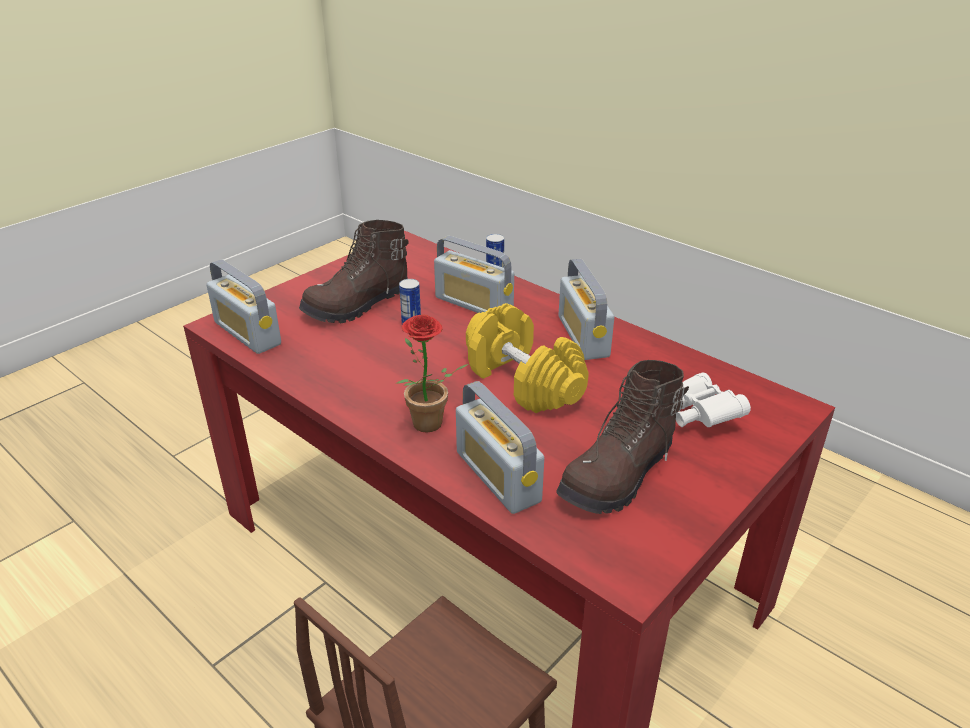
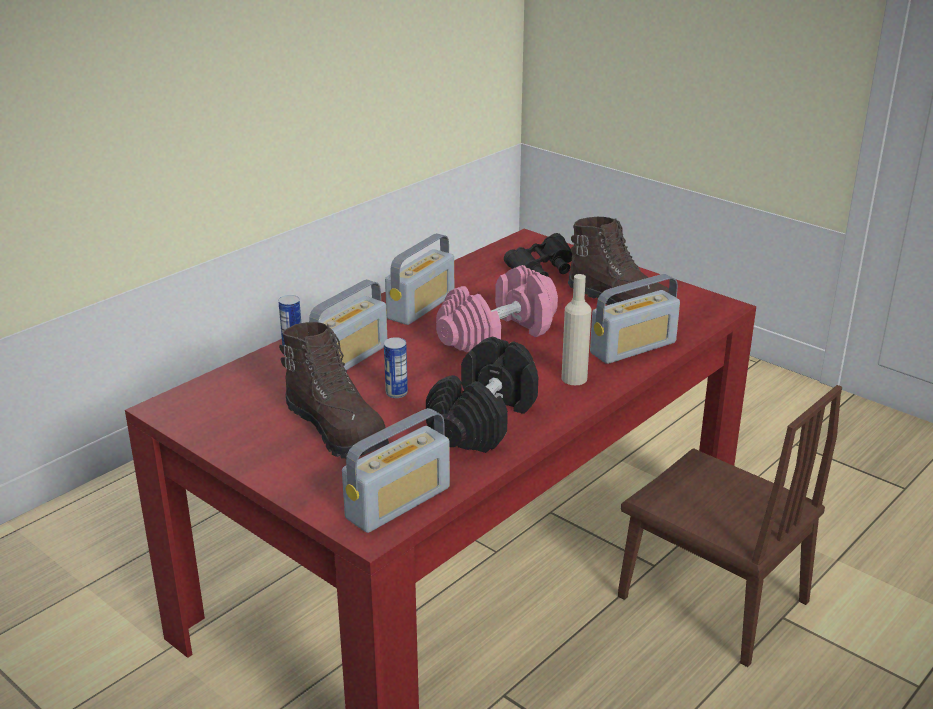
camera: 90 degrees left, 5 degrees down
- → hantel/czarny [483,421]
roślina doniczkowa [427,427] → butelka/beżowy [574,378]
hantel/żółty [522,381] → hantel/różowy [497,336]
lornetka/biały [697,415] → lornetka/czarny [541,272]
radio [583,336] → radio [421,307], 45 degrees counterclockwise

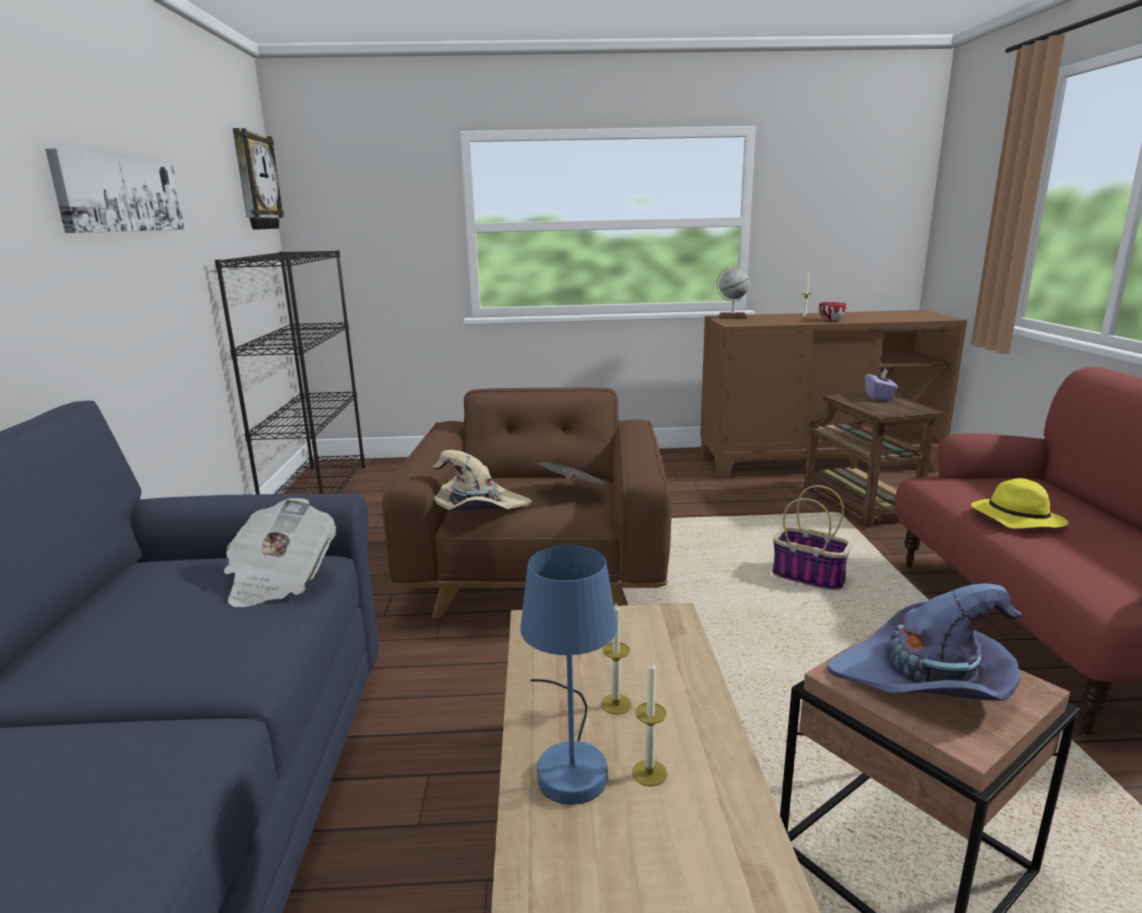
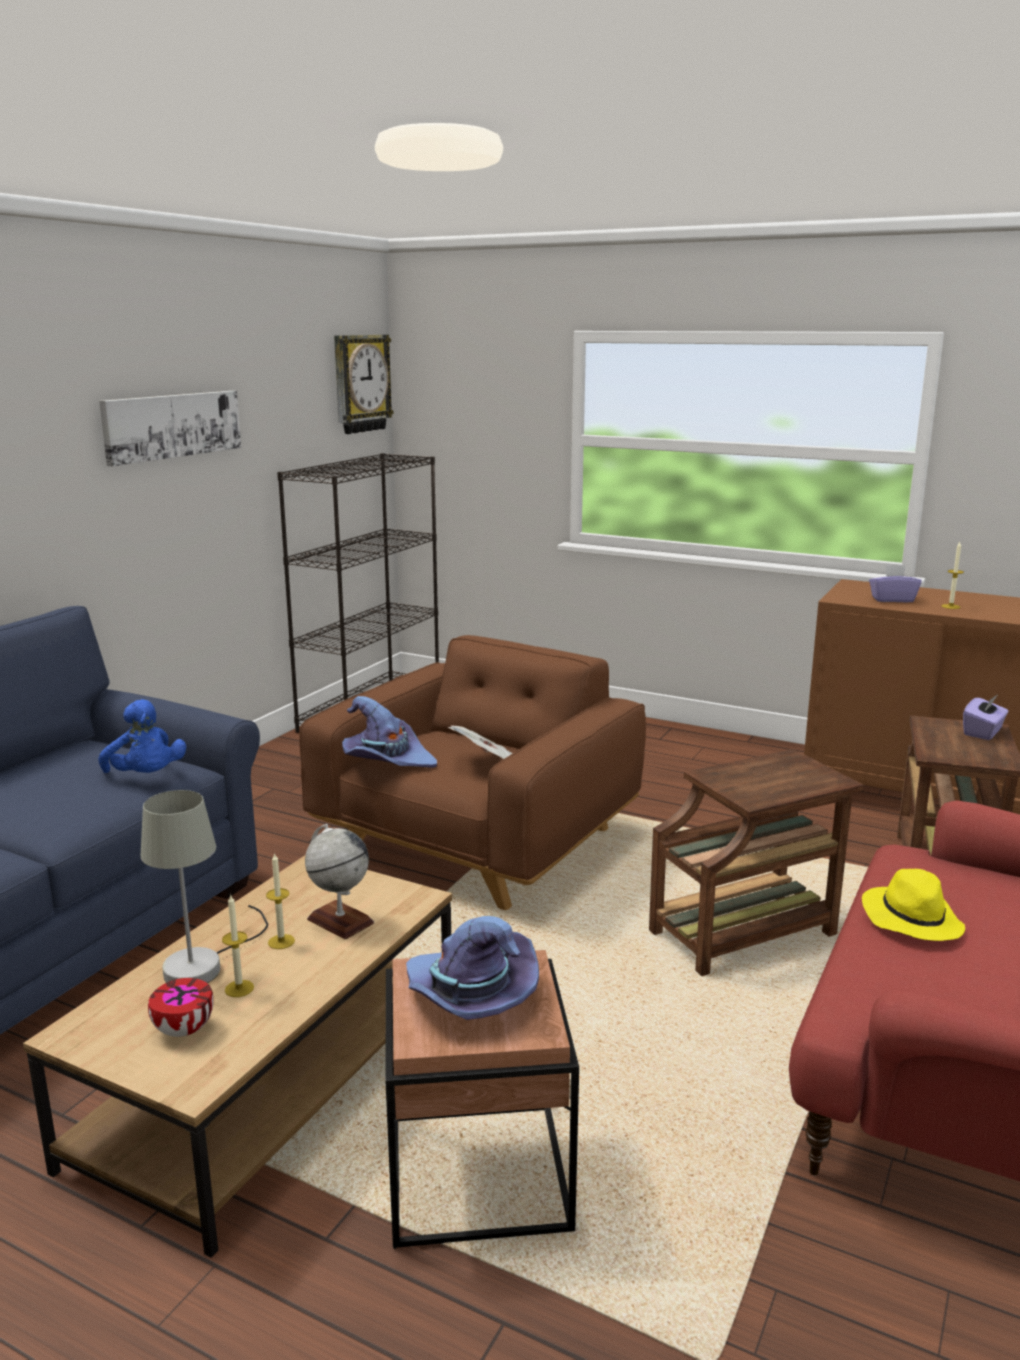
camera: 30 degrees right, 0 degrees up
- → pudełko chusteczek/fioletowy [892,599]
globus [732,317] → globus [340,921], shifted
miska [831,320] → miska [182,1030], shifted
gazeta [280,579] → pluszak/niebieski [146,777]
koszyk [809,577] → stolik/brązowy [747,932]
kapelusz/beżowy [478,508] → kapelusz/fioletowy [387,759]
lampa stołowa/niebieski [571,760] → lampa stołowa/szary [205,963]

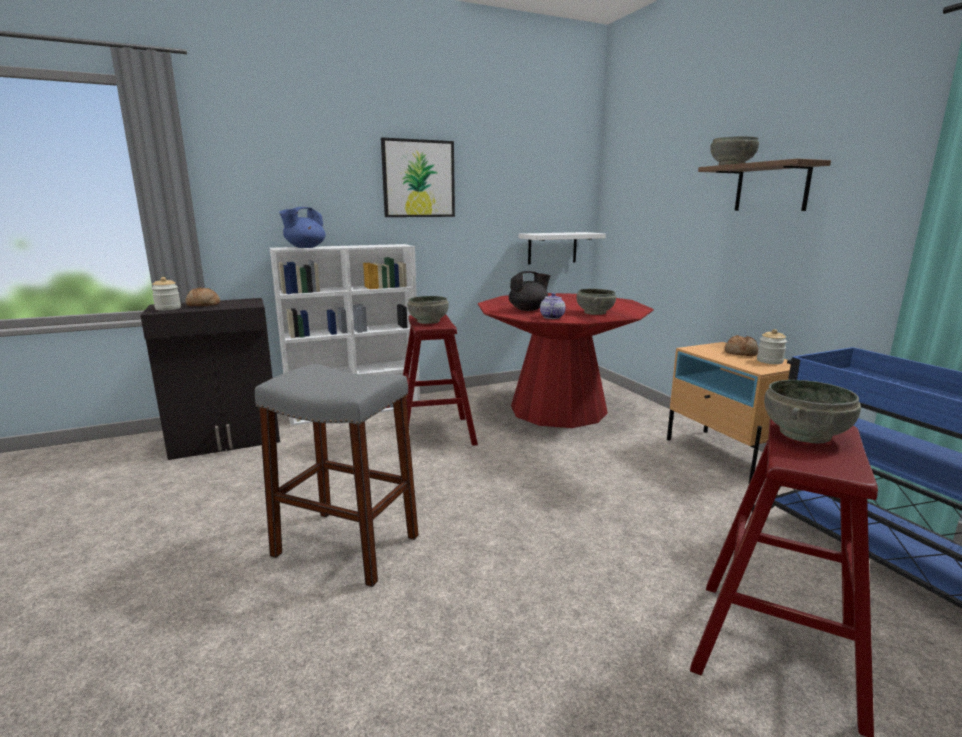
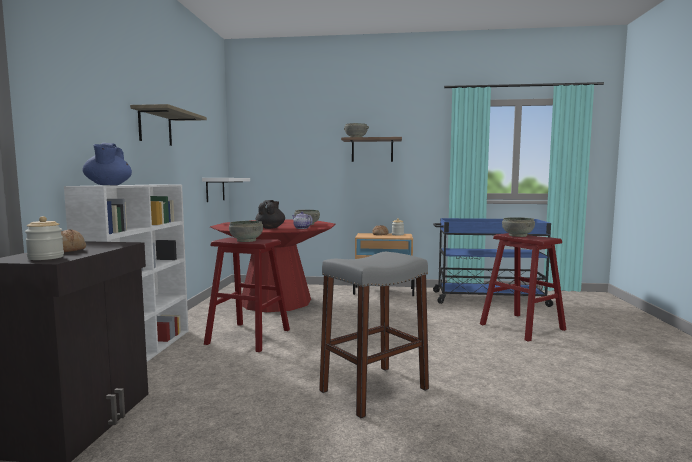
camera: 60 degrees left, 10 degrees down
obraz [418,179] → półka [155,127]

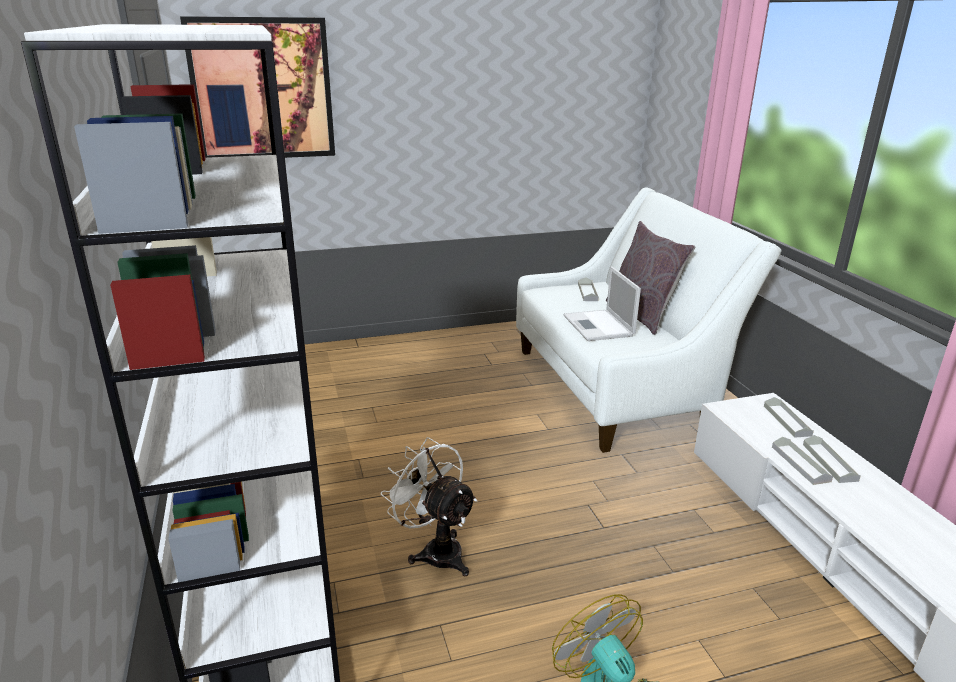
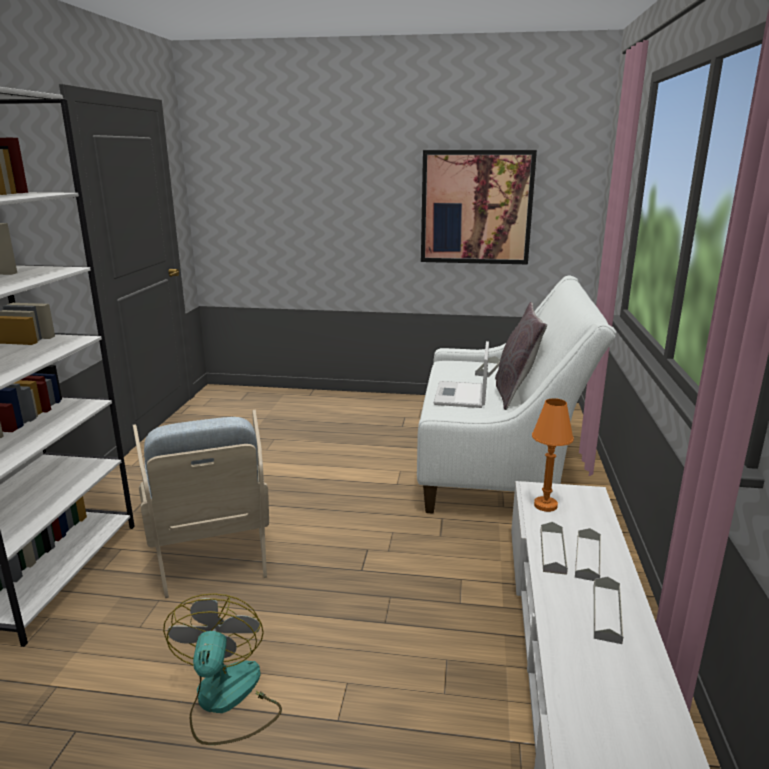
camera: 25 degrees right, 5 degrees down
- → lampa stołowa/pomarańczowy [545,505]
obraz [262,89] → obraz [476,207], shifted
taca/szary [787,420] → taca/szary [607,613], shifted
wentylator/biały [435,550] → fotel/beżowy [211,549]

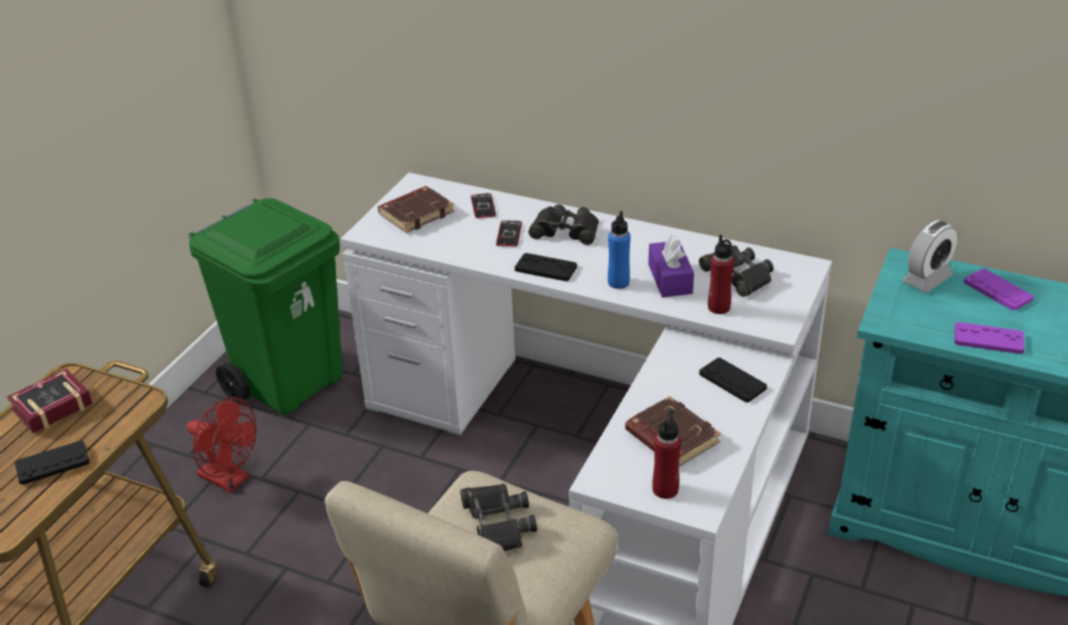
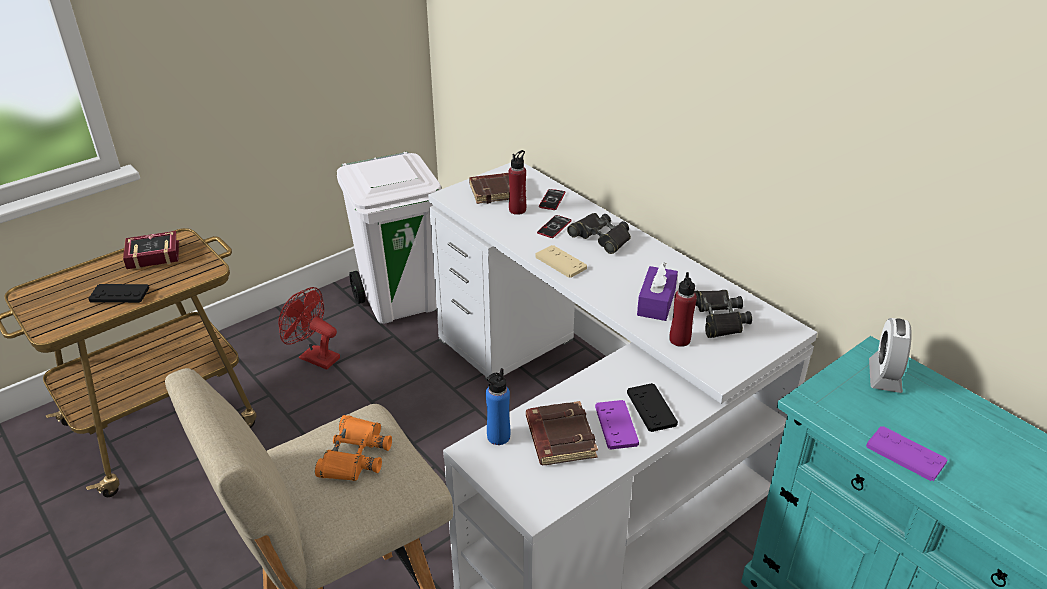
camera: 25 degrees right, 0 degrees up
butelka/niebieski [618,282] → butelka/niebieski [498,436], shifted
butelka/czerwony [665,489] → butelka/czerwony [517,210], shifted
pad do gier/fioletowy [997,291] → pad do gier/fioletowy [616,425], shifted
kosz na śmieci/zielony [290,383] → kosz na śmieci/biały [401,301]
lornetka/czarny [496,525] → lornetka/pomarańczowy [355,455]
pad do gier/czarny [545,268] → pad do gier/beżowy [560,262]
wentylator/czerwony [230,479] → wentylator/czerwony [314,357], 150 degrees clockwise
budzik [927,279] → budzik [884,376], 120 degrees clockwise

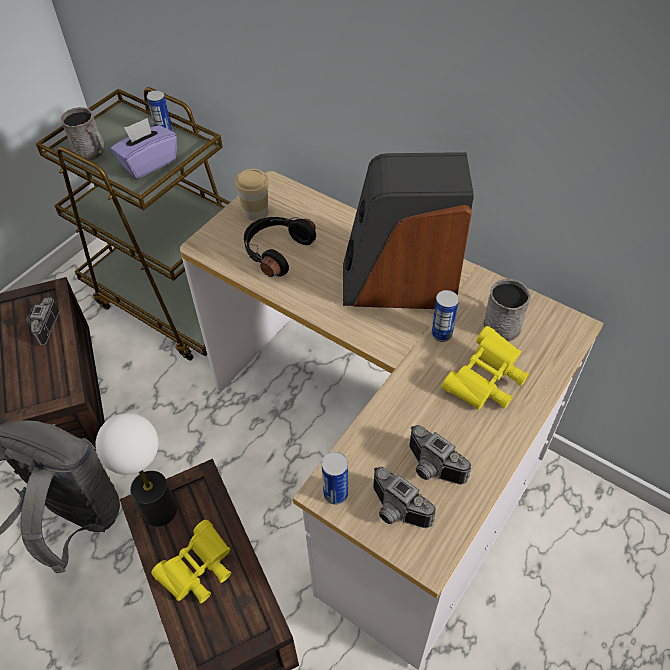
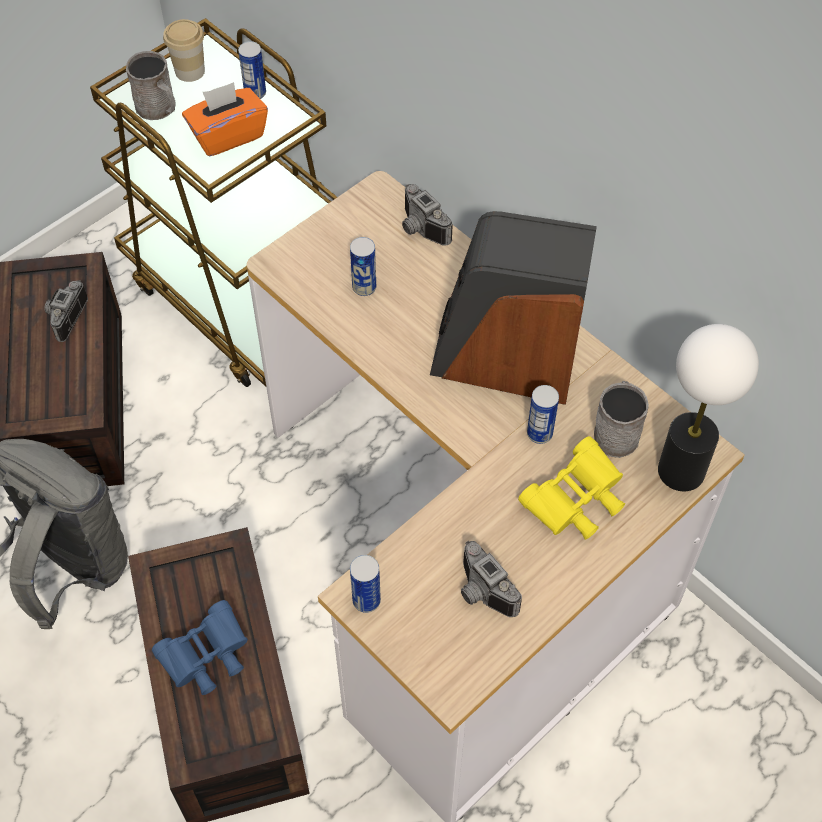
camera: 10 degrees right, 5 degrees up
lampa stołowa [159,510] → lampa stołowa [680,471], shifted
filiżanka [256,212] → filiżanka [190,71], shifted
aparat fotograficzny [395,512] → aparat fotograficzny [419,229], shifted
słuchawki/czarny [276,251] → puszka [364,287]
pudełko chusteczek/fioletowy [148,163] → pudełko chusteczek/pomarańczowy [228,135]
lornetka/żółty [198,571] → lornetka/niebieski [206,658]

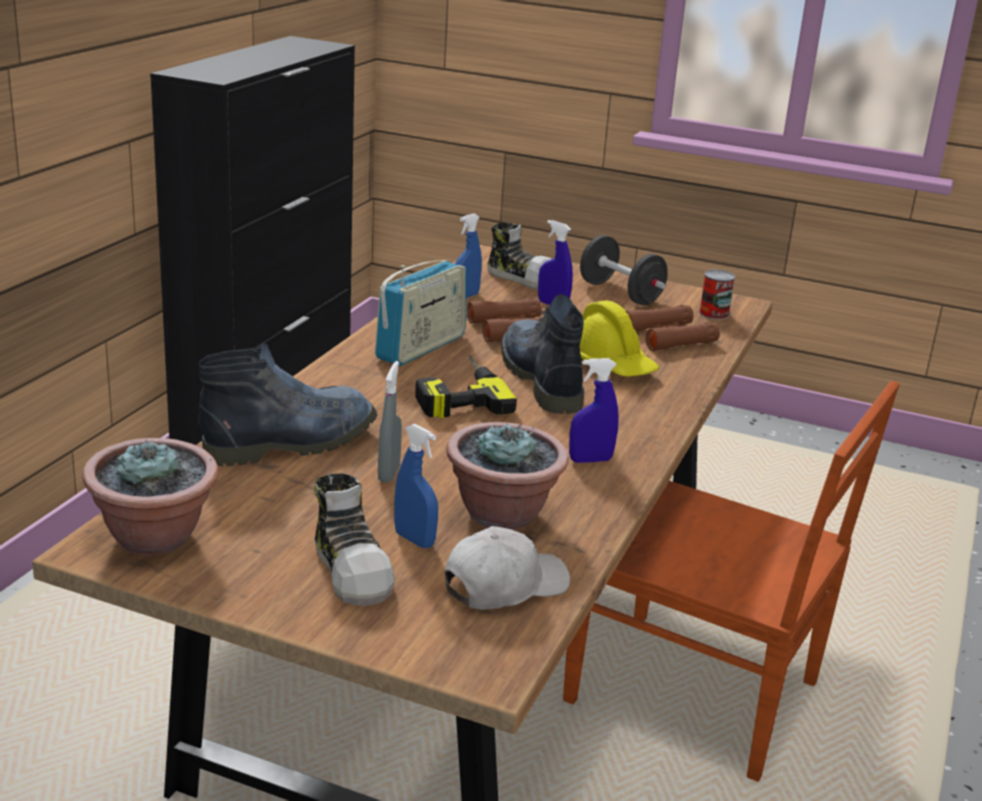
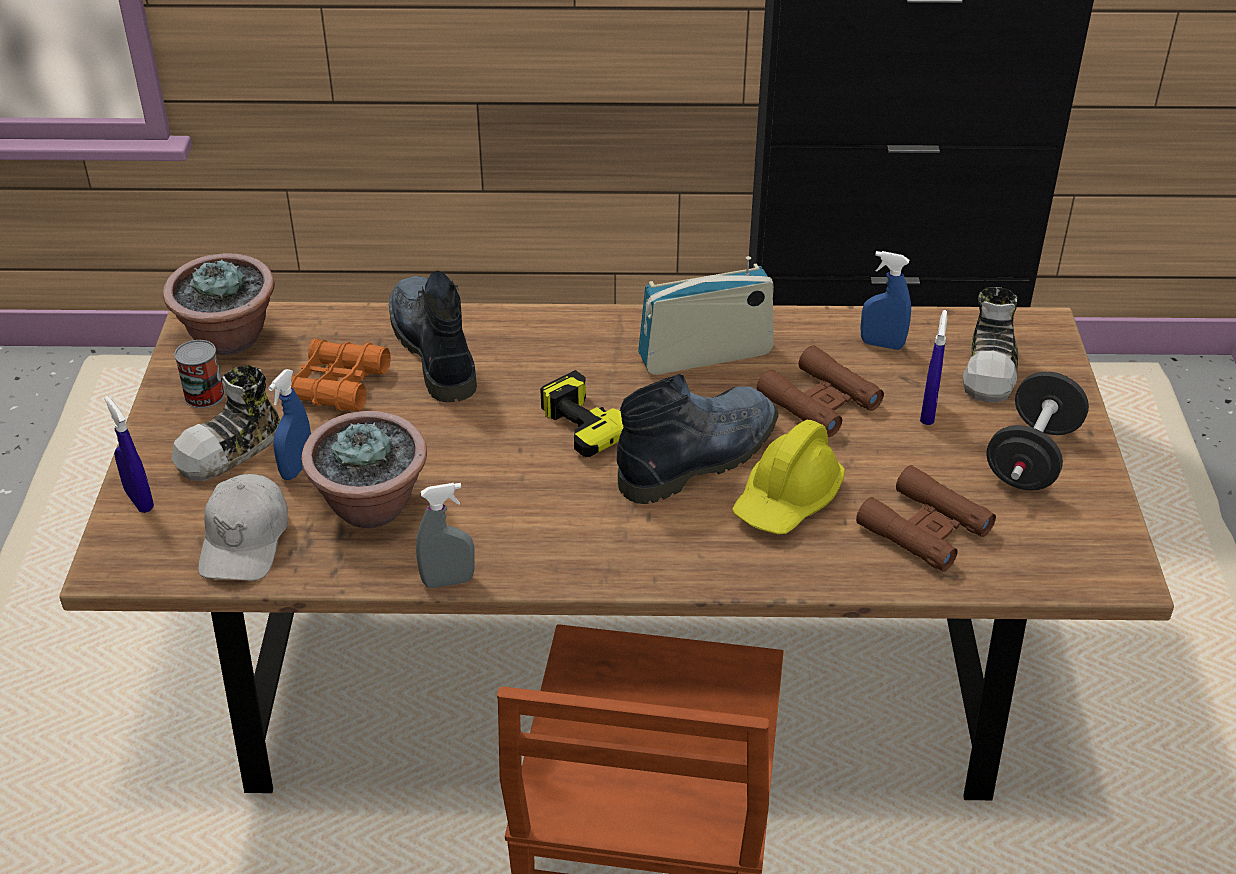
camera: 70 degrees right, 15 degrees up
- → lornetka/pomarańczowy [337,386]
spryskiwacz/szary [389,473] → spryskiwacz/szary [448,581], shifted
spryskiwacz/niebieski [590,460] → spryskiwacz/niebieski [139,500], shifted
puszka [714,314] → puszka [204,395], shifted
but z cholewką [293,441] → but z cholewką [432,348], 150 degrees counterclockwise
radio [421,347] → radio [705,356], 150 degrees clockwise
czapka z daszkiem/biały [504,586] → czapka z daszkiem/biały [245,540], 60 degrees clockwise

